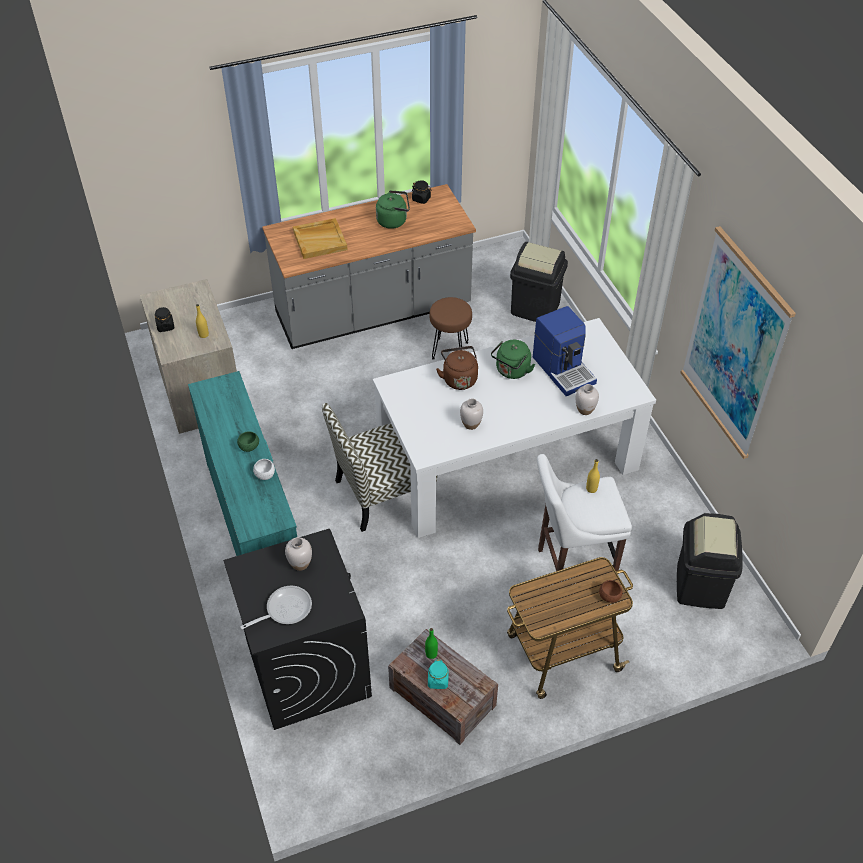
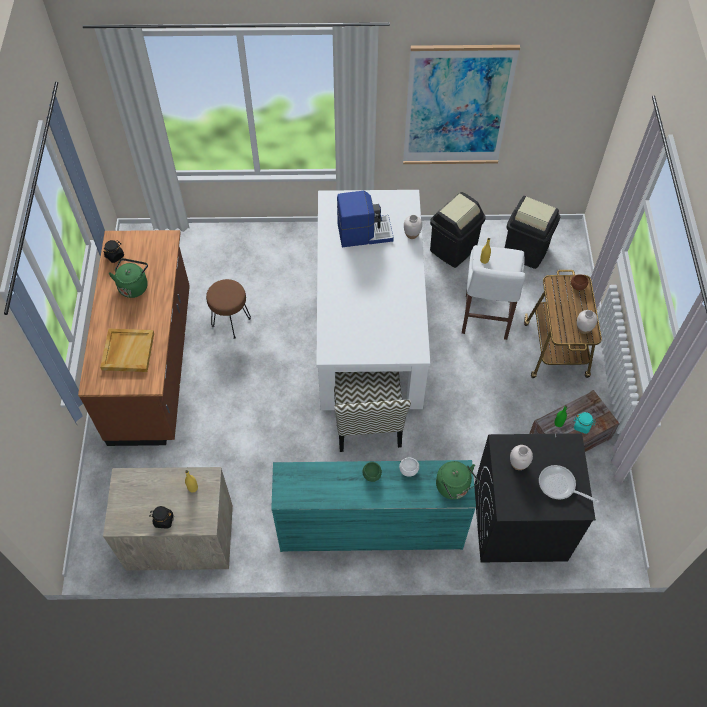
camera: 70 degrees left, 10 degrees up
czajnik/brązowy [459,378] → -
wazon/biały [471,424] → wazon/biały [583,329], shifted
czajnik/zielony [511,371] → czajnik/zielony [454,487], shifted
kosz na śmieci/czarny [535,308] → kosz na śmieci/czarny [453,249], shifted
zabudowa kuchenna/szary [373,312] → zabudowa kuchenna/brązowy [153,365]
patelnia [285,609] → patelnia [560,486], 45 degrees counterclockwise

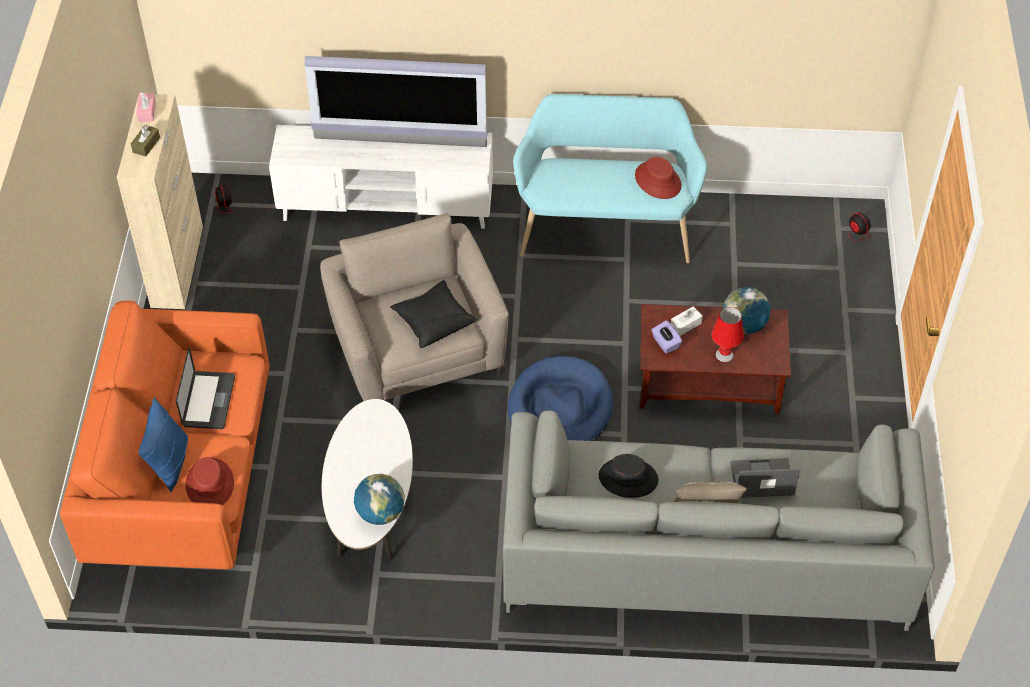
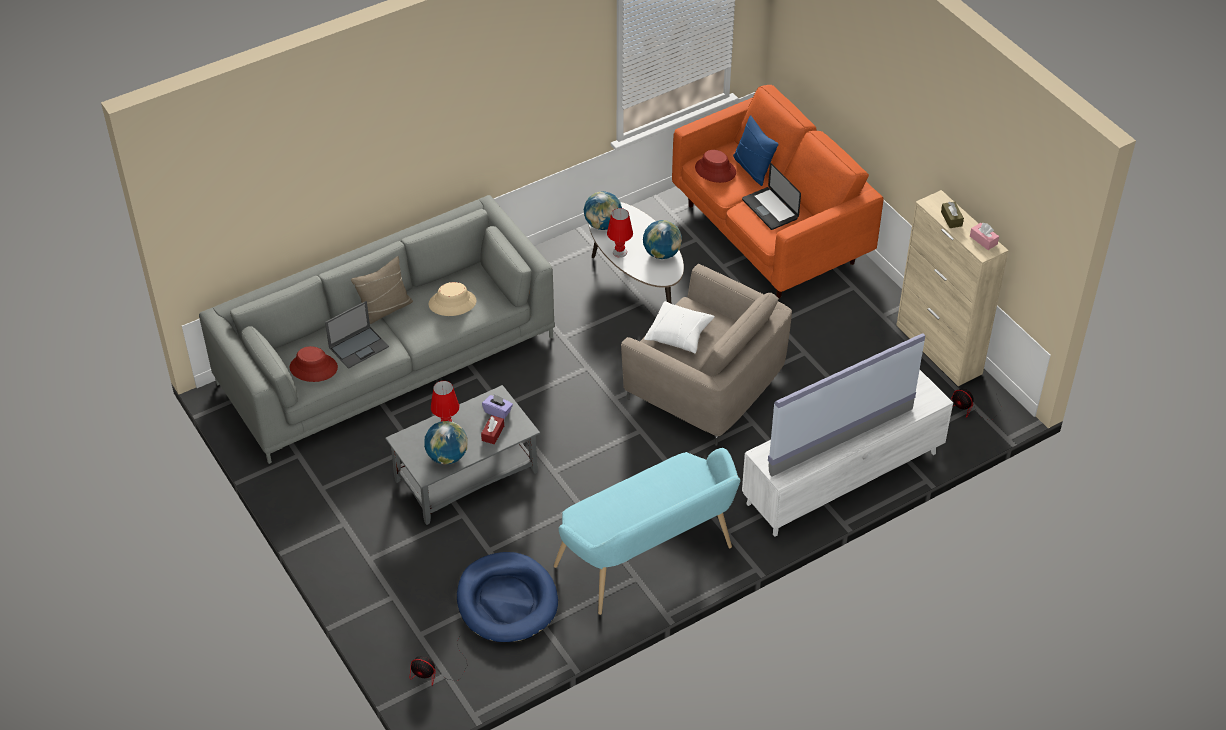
camera: 145 degrees right, 5 degrees down
- → lampa stołowa/czerwony [619,252]
- → globus [662,253]
legowisko/niebieski [559,409] → legowisko/niebieski [507,601], shifted
kapelusz/czerwony [658,180] → kapelusz/czerwony [313,368], shifted
poduszka/czarny [433,321] → poduszka/biały [679,334]
kapelusz/czarny [628,478] → kapelusz/beżowy [452,303]
ława/brązowy [707,382] → ława/szary [467,475]
pudełko chusteczek/biały [685,325] → pudełko chusteczek/czerwony [493,433]

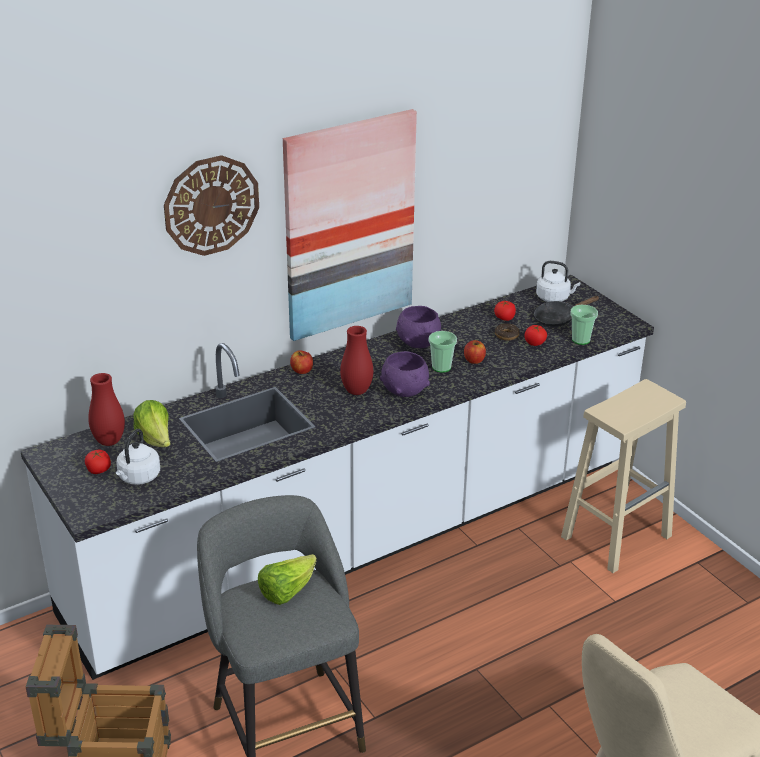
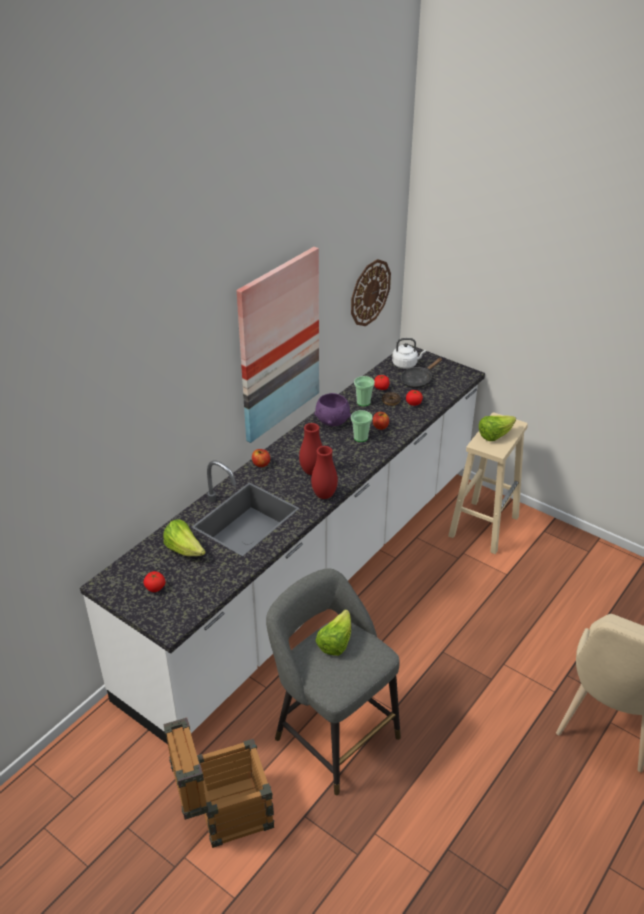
camera: 20 degrees left, 5 degrees up
czajnik/biały [138,478] → -
miska/fioletowy [404,391] → -
- → sałata [495,435]
wazon/czerwony [109,441] → wazon/czerwony [324,495], shifted
zegar ścienny [211,205] → zegar ścienny [370,292], shifted
filiżanka [581,340] → filiżanka [363,402], shifted

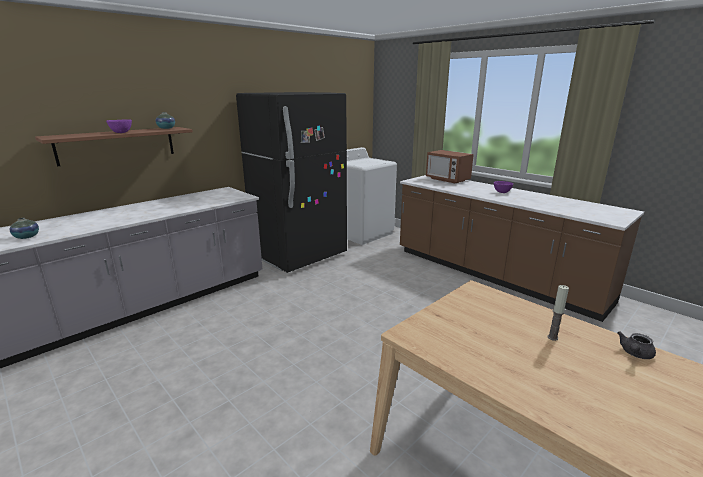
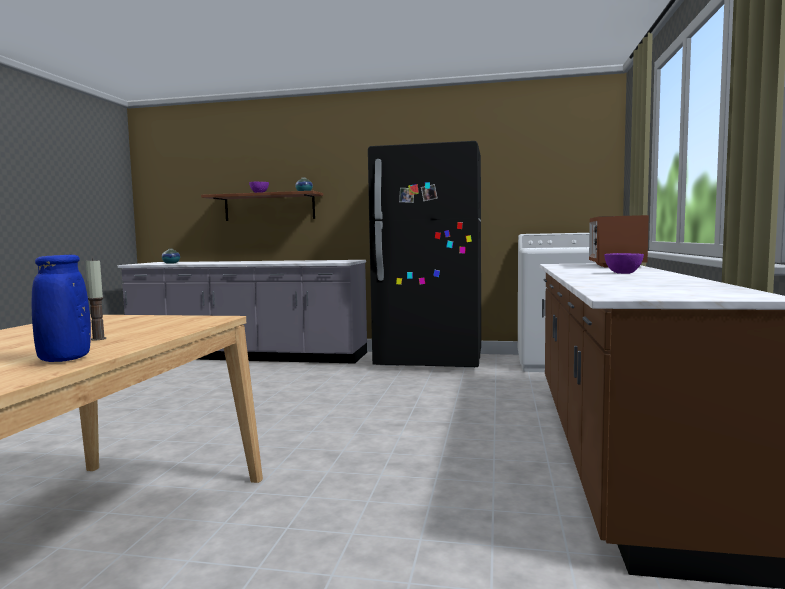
camera: 55 degrees right, 15 degrees down
imbryk/szary [634,354] → wazon/niebieski [64,359]

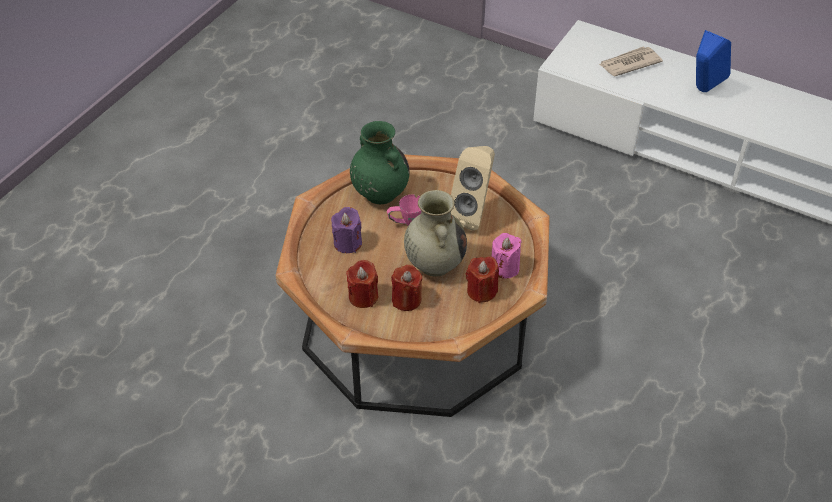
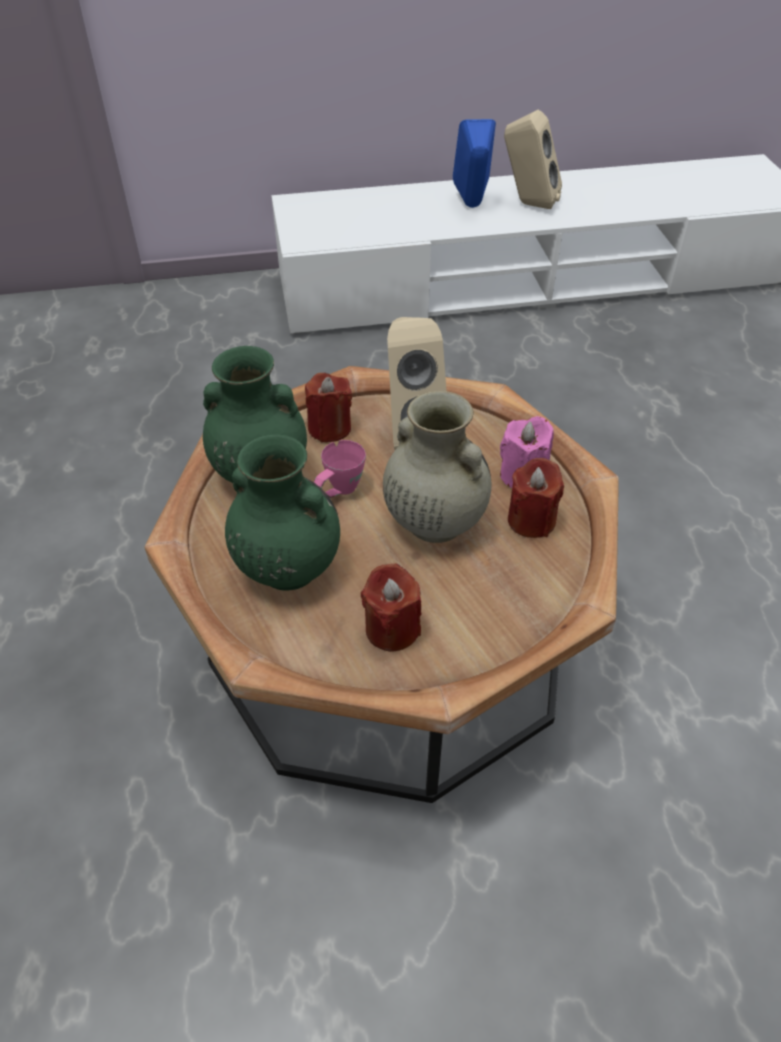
camera: 40 degrees left, 0 degrees up
gazeta [629,63] → -
- → głośnik/beżowy [527,204]
świeca/czerwony [406,300] → świeca/czerwony [329,428], shifted
świeca/fioletowy [347,243] → wazon/zielony [286,567]

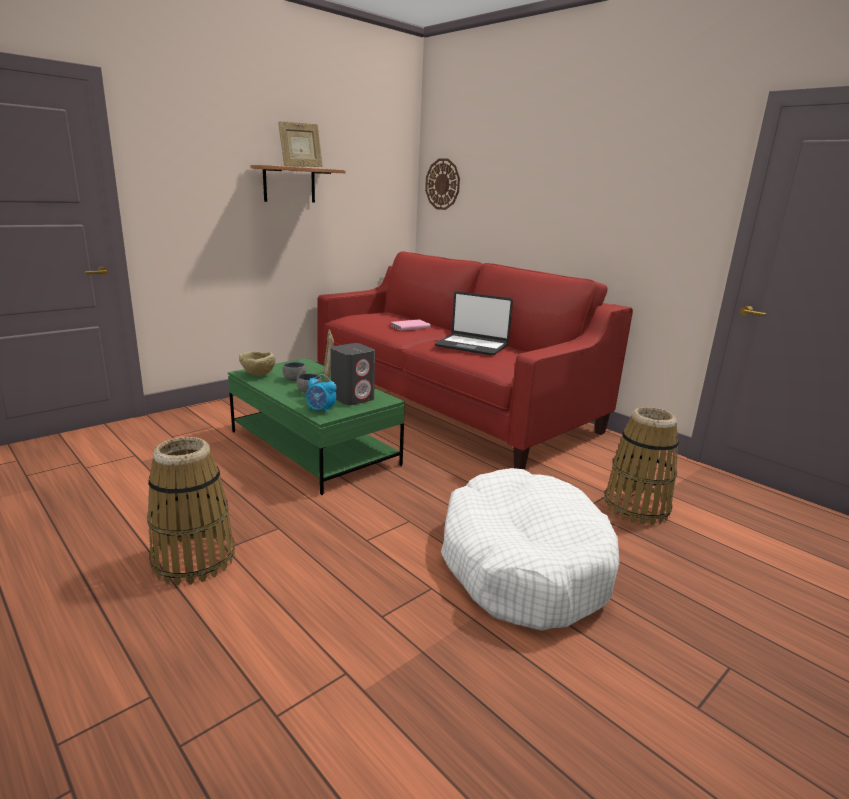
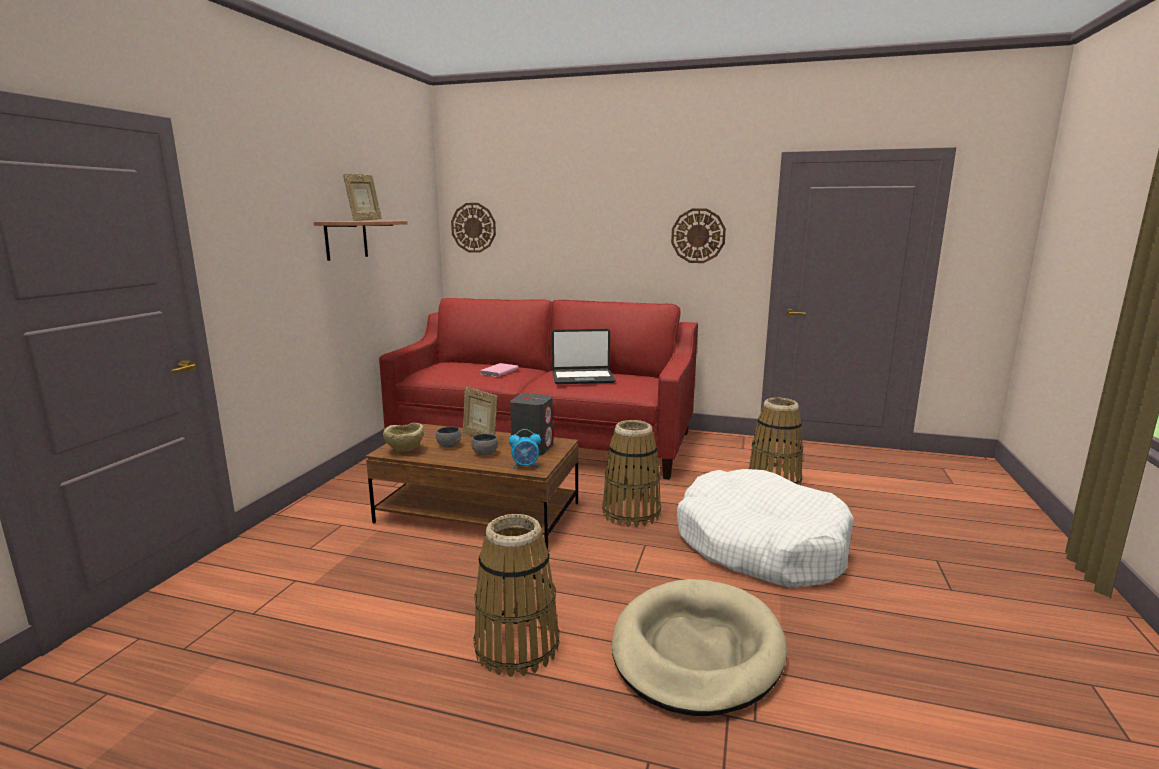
camera: 30 degrees left, 5 degrees down
- → koszyk [631,513]
- → legowisko/beżowy [696,650]
- → zegar ścienny [698,236]
ława/zielony [313,448] → ława/brązowy [479,513]

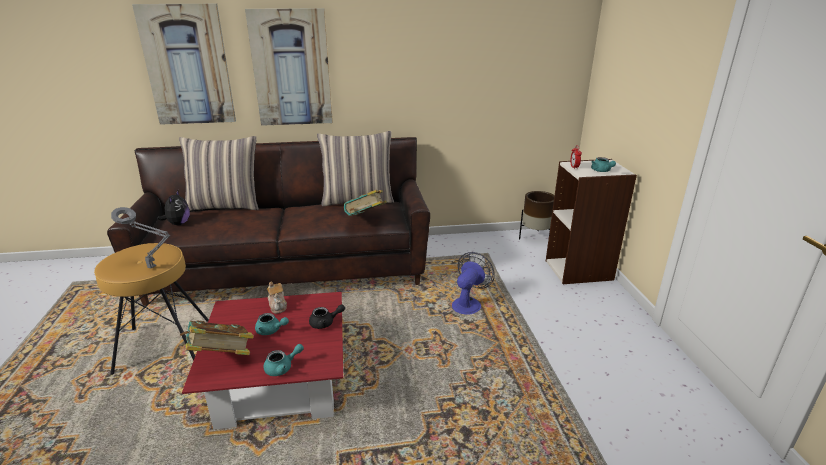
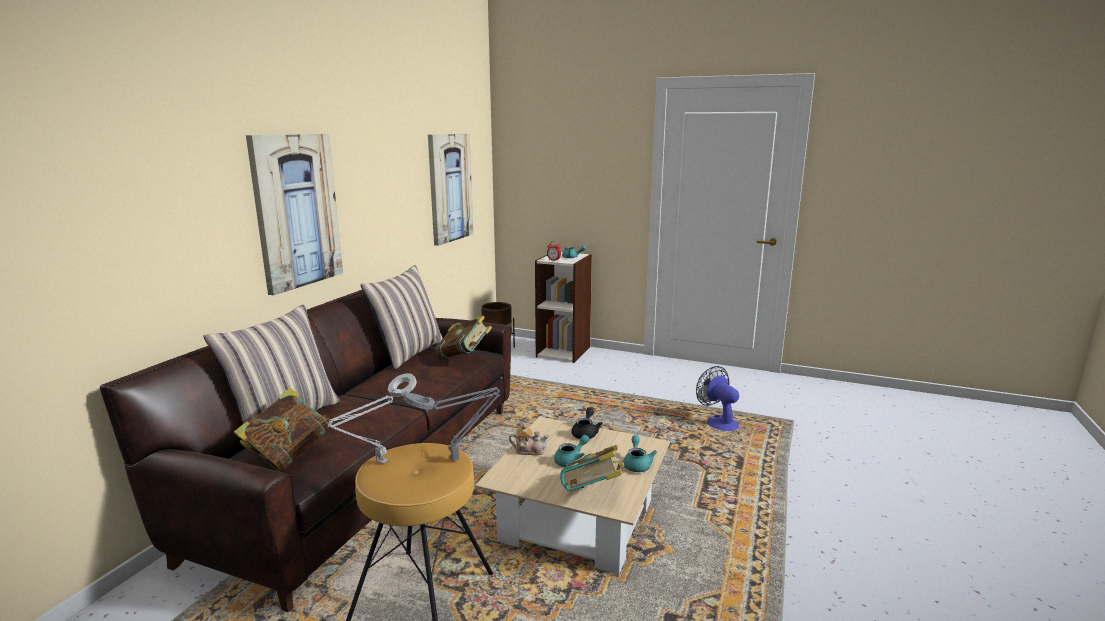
camera: 60 degrees left, 10 degrees down
- → lampa stołowa/szary [379,463]
obraz [188,65] → obraz [450,188], shifted
wentylator [468,303] → wentylator [718,421], shifted
pluszak [178,224] → książka [288,455]
ława/czerwony [280,382] → ława/beżowy [578,521]

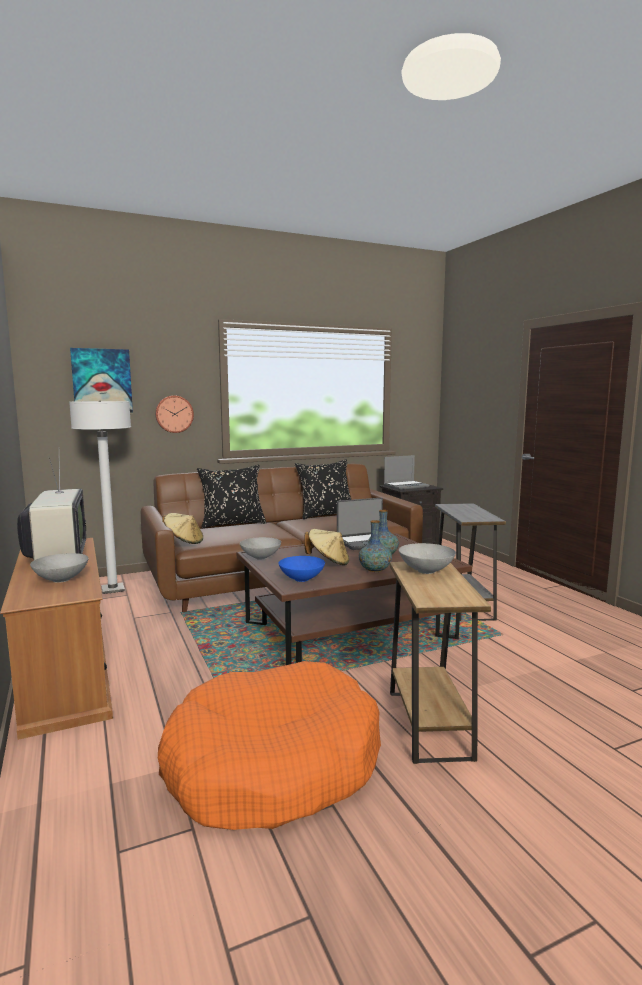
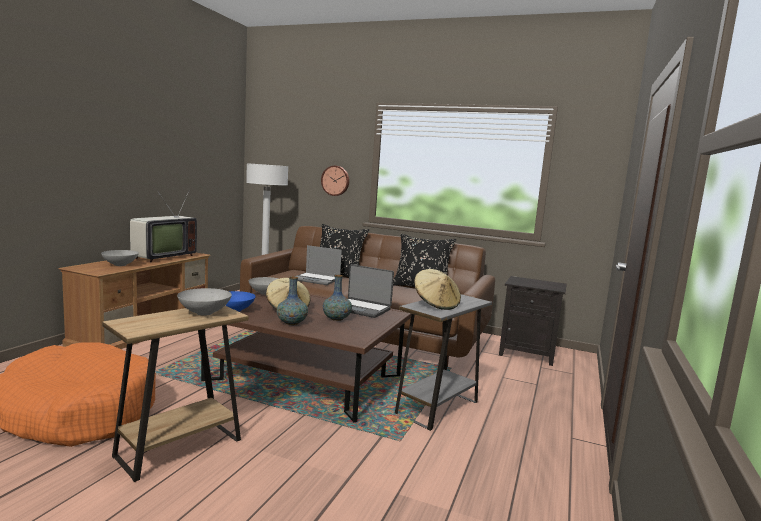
camera: 45 degrees right, 0 degrees up
obraz [102,381] → -
kapelusz/beżowy [184,542] → kapelusz/beżowy [436,304], shifted
laptop [406,486] → laptop [317,280], shifted

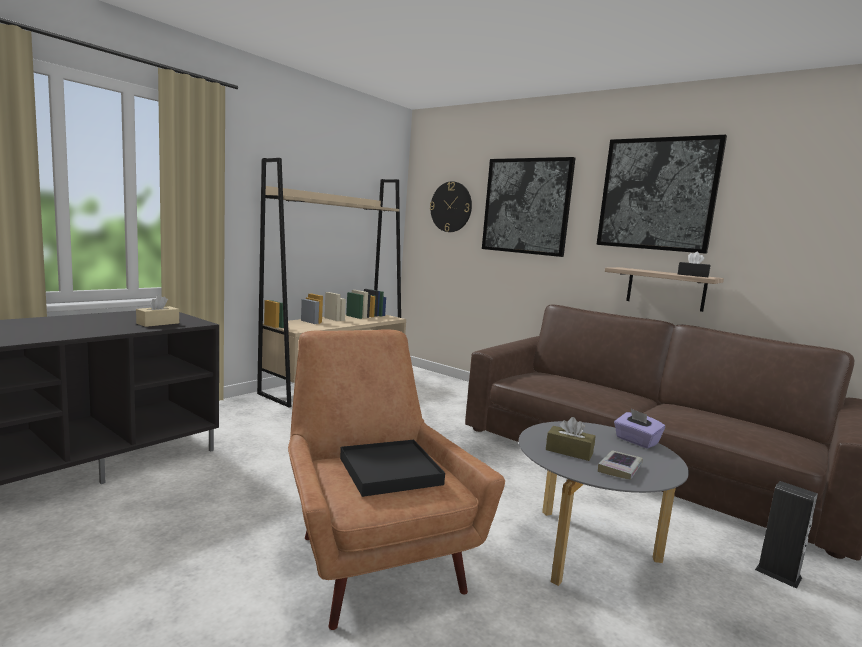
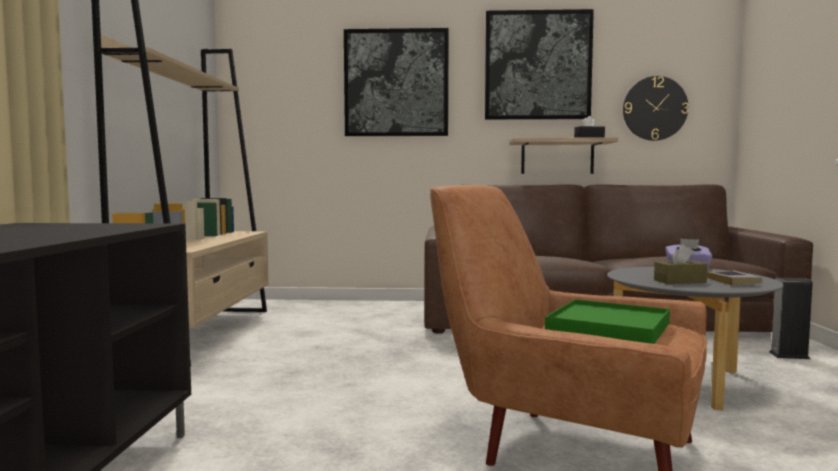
camera: 35 degrees left, 5 degrees down
pudełko chusteczek/beżowy [158,323] → -
zegar ścienny [451,207] → zegar ścienny [654,108], shifted
taca/czarny [389,471] → taca/zielony [608,328]

